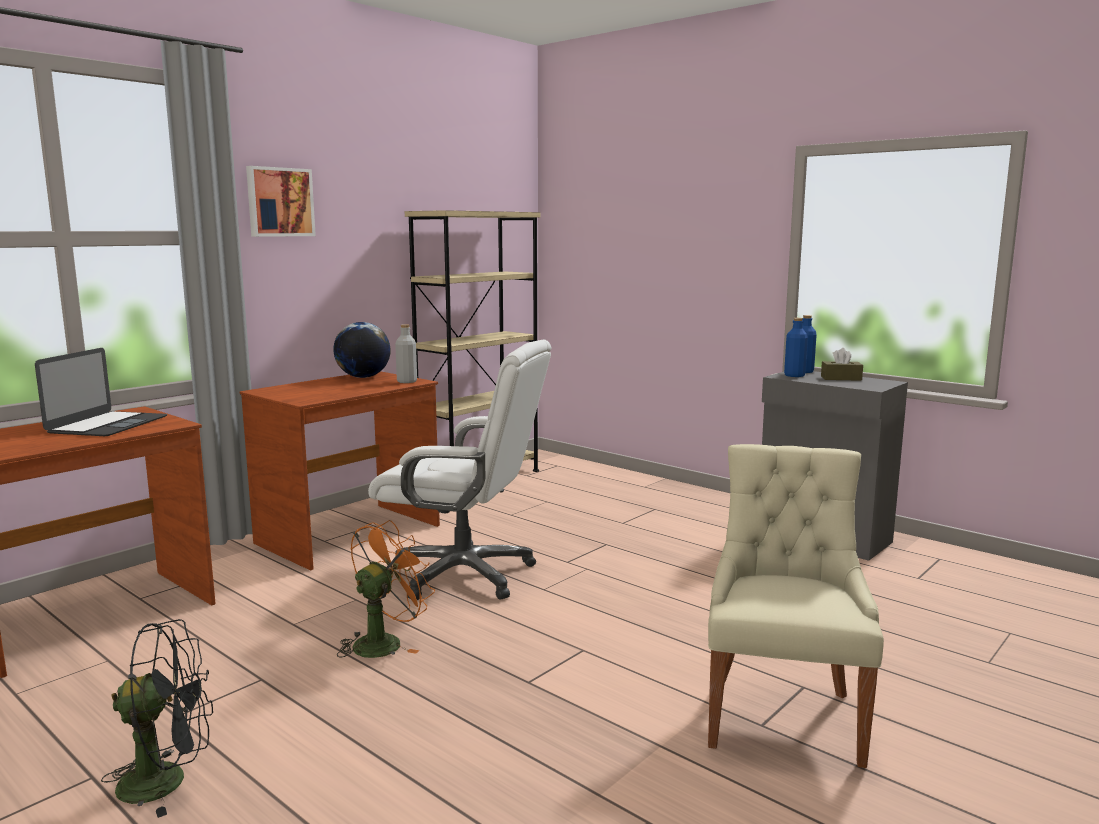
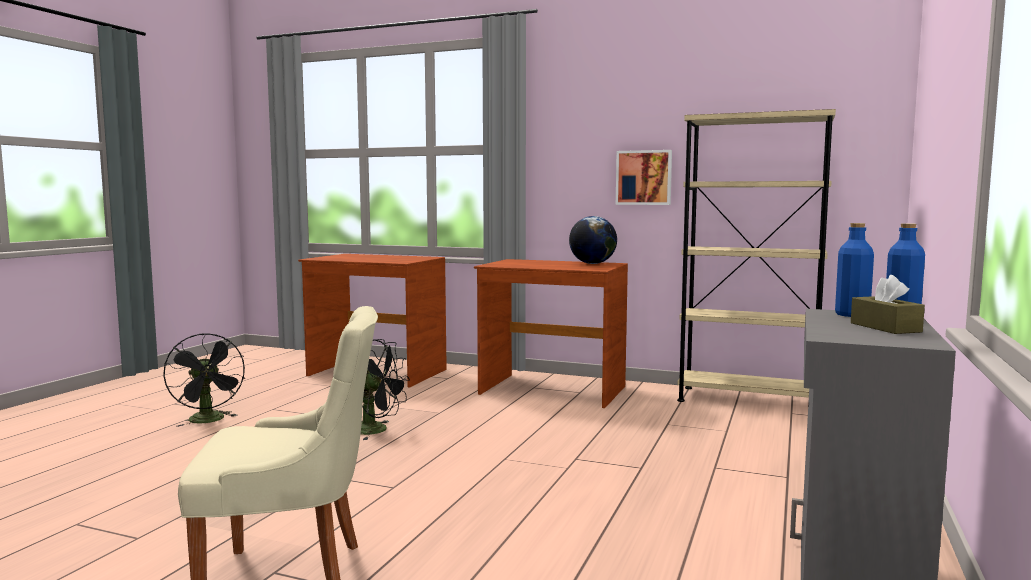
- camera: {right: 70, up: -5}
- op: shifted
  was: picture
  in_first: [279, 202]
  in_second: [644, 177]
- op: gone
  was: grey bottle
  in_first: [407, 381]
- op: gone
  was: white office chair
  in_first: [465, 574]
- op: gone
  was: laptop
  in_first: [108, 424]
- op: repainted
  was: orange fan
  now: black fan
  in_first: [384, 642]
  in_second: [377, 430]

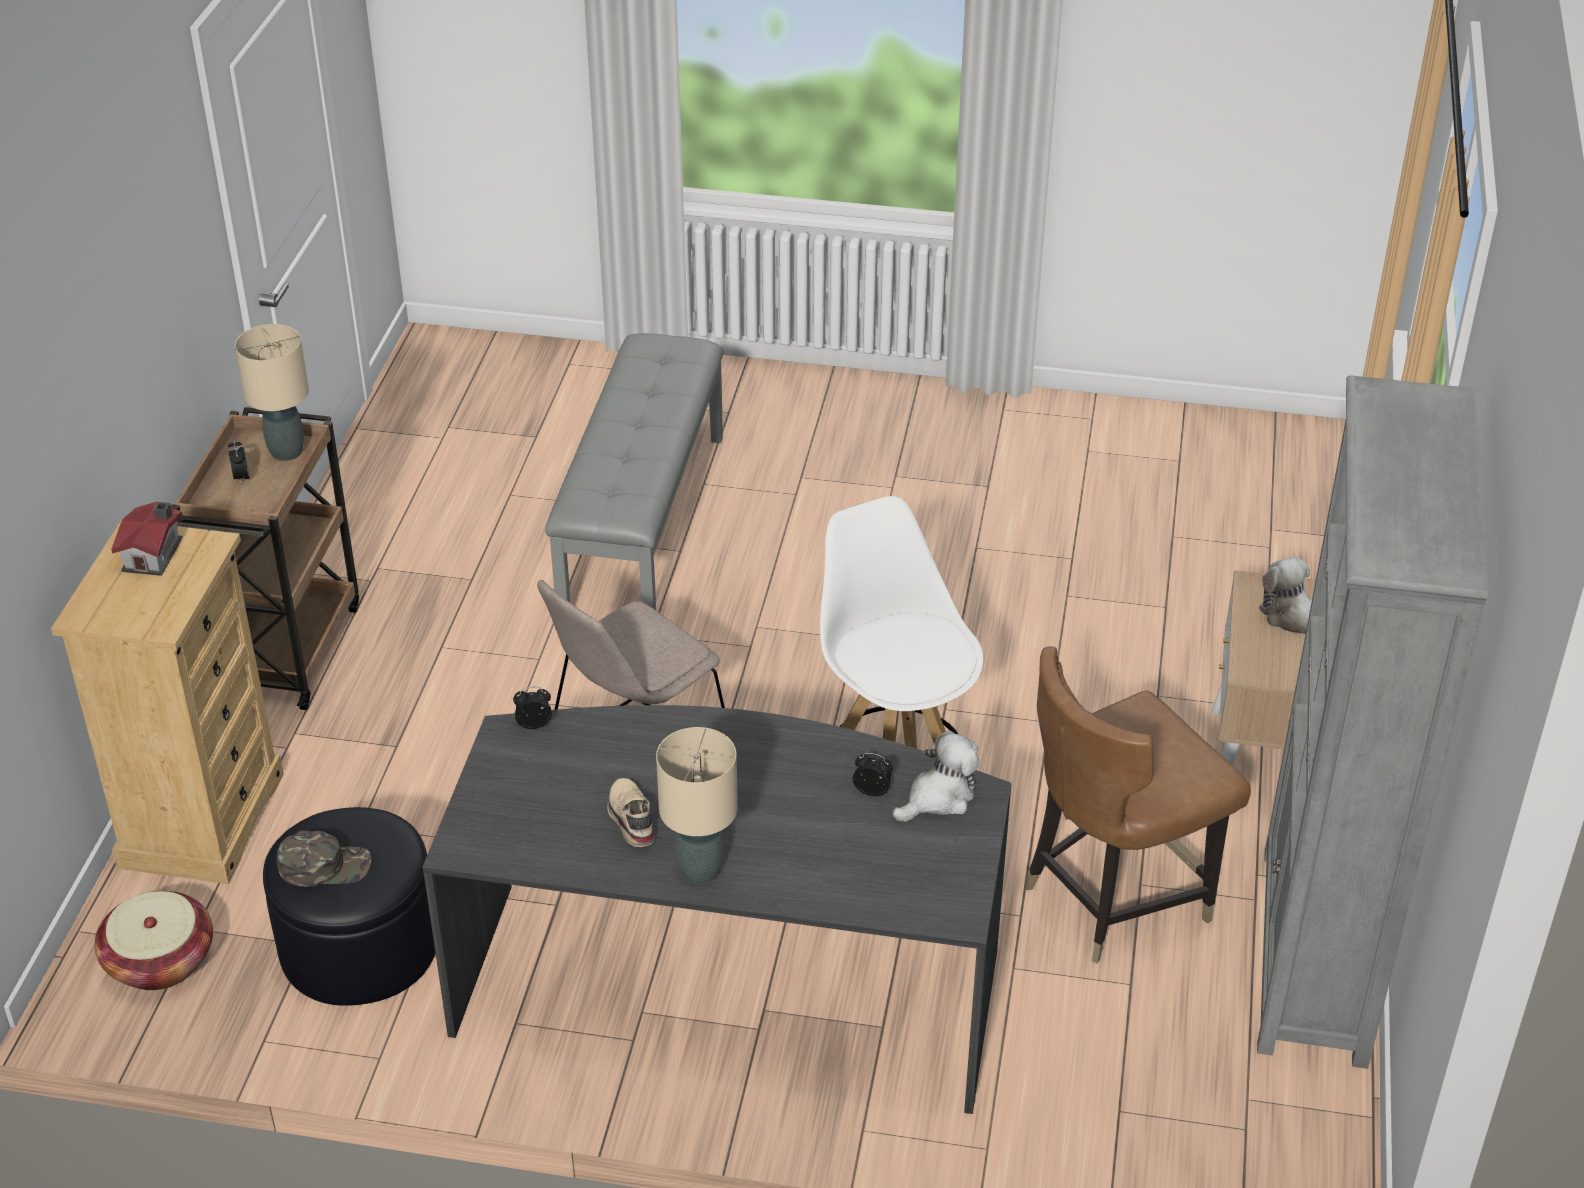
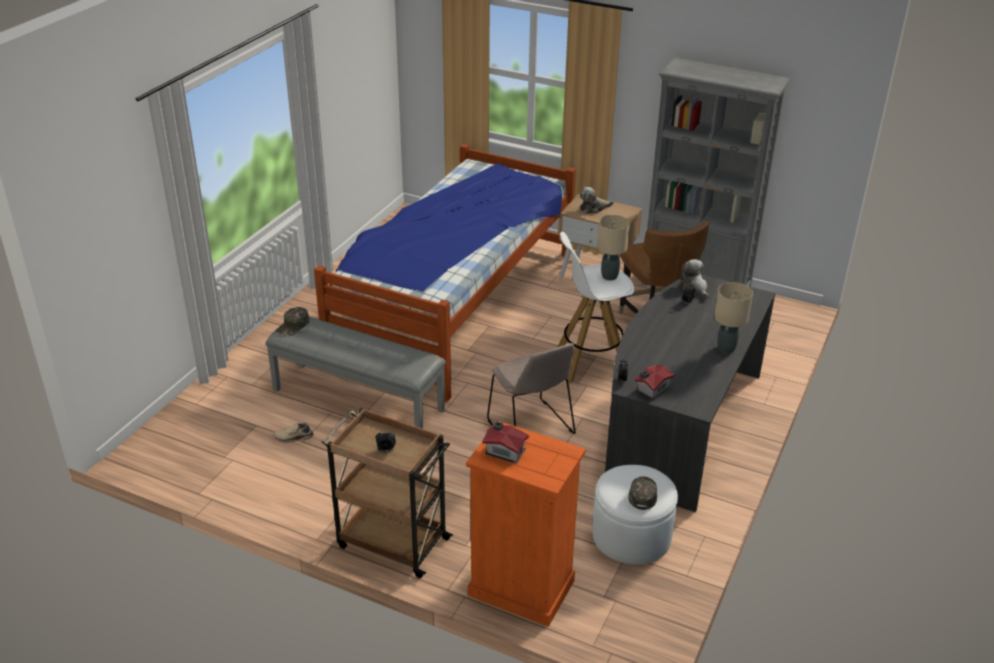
- camera: {right: -75, up: -5}
- op: shifted
  was: beige table lamp
  in_first: [286, 452]
  in_second: [609, 276]
- op: repainted
  was: beige dresser
  now: orange dresser
  in_first: [202, 819]
  in_second: [520, 588]
- op: shifted
  was: beige shoe
  in_first: [630, 819]
  in_second: [293, 438]
- op: repainted
  was: black ottoman
  now: white ottoman
  in_first: [359, 946]
  in_second: [631, 535]
- op: gone
  was: basket
  in_first: [160, 961]
- op: new
  now: bed
  in_second: [454, 304]
- op: new
  now: green cap
  in_second: [293, 326]
- op: new
  now: toy house
  in_second: [651, 389]

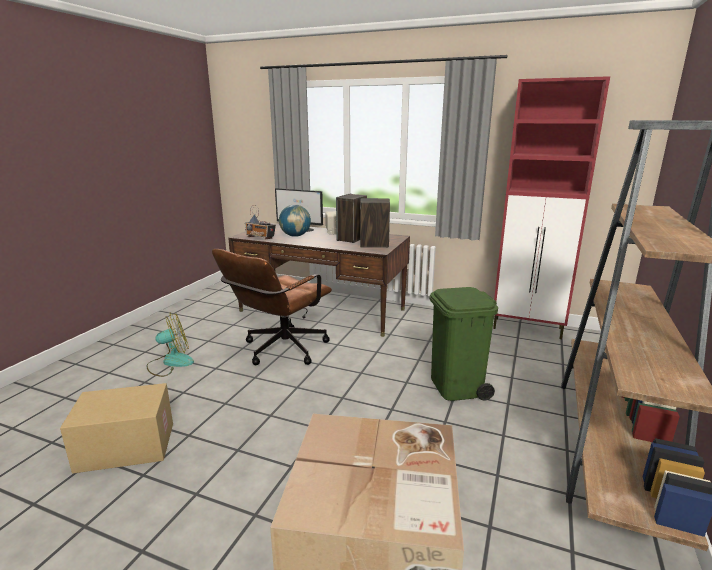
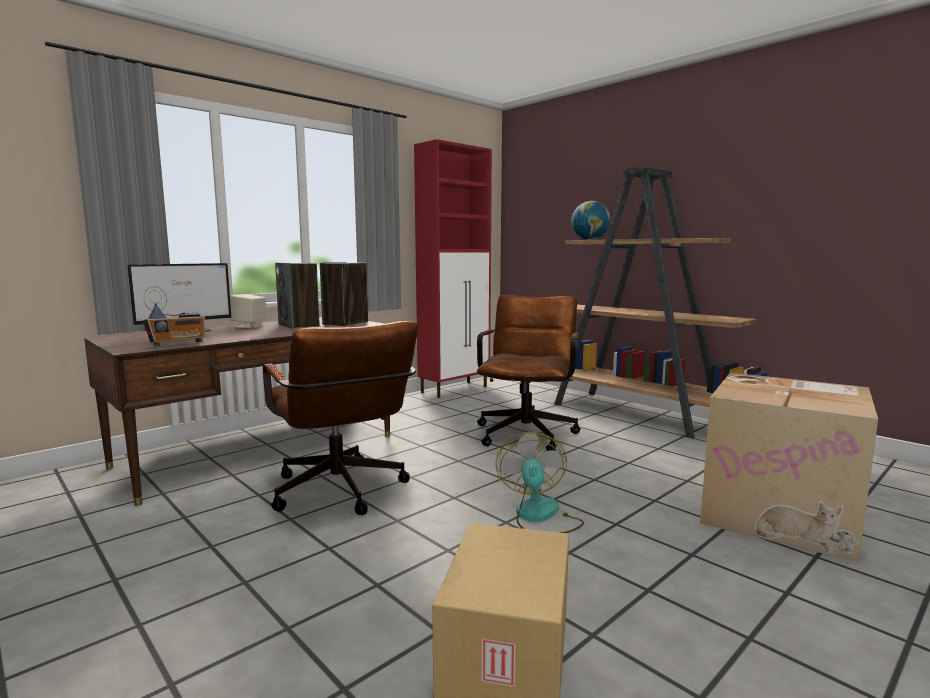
- camera: {right: -65, up: -10}
- op: shifted
  was: globe
  in_first: [295, 236]
  in_second: [589, 239]
- op: swapped
  was: green trash can
  now: brown office chair
  in_first: [457, 387]
  in_second: [527, 431]
- op: shifted
  was: fan
  in_first: [170, 363]
  in_second: [539, 517]

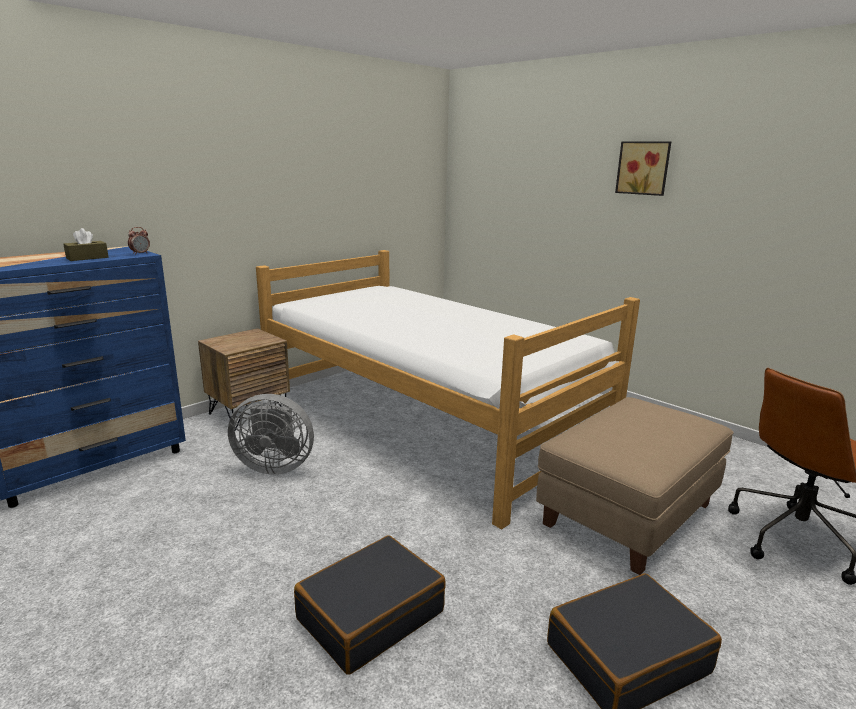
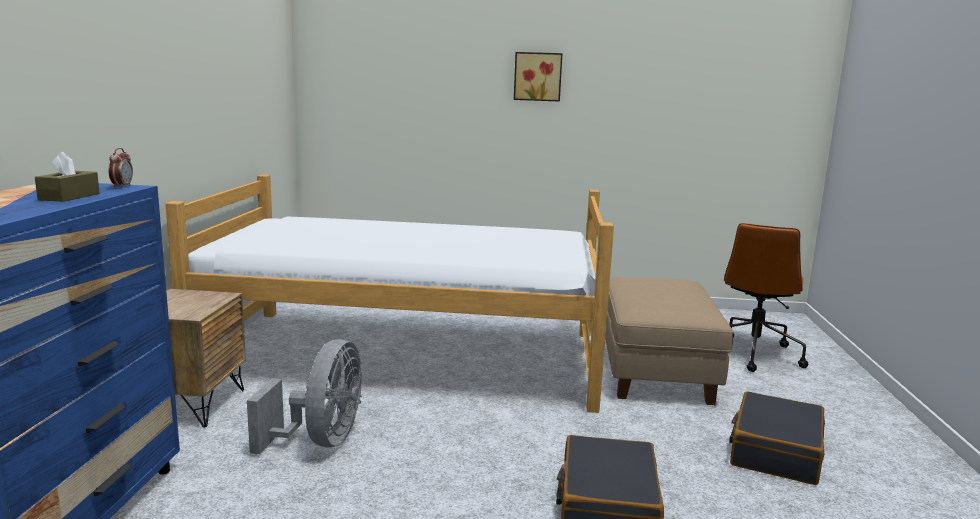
- camera: {right: -40, up: -5}
- op: rotated
  was: grey fan
  in_first: [274, 466]
  in_second: [321, 441]
  clockwise: -45

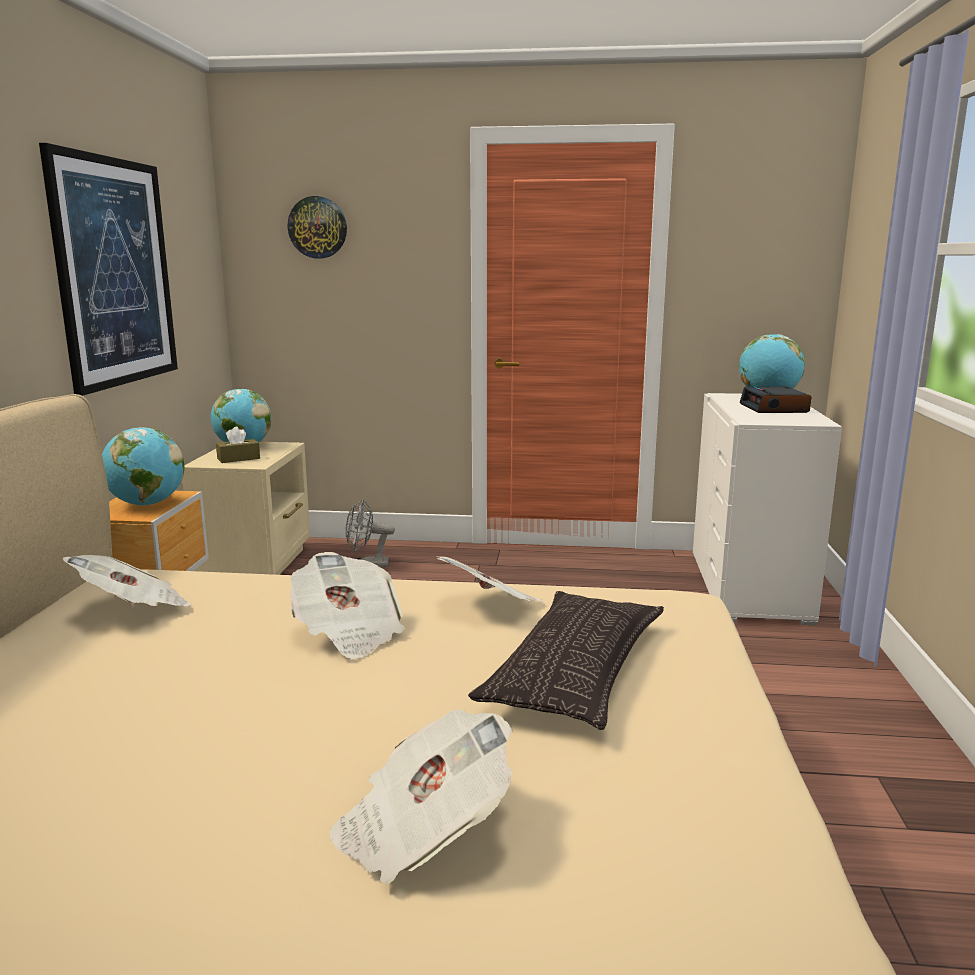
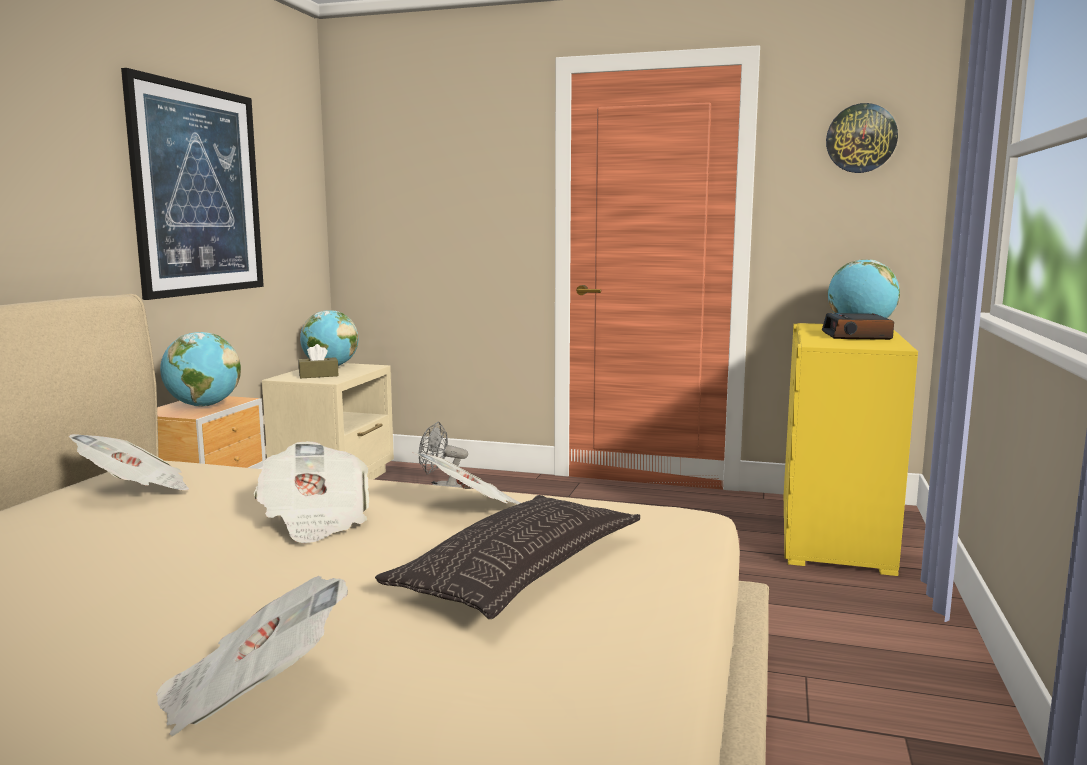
- camera: {right: 10, up: -5}
- op: shifted
  was: wall clock
  in_first: [317, 227]
  in_second: [861, 138]
- op: repainted
  was: white dresser
  now: yellow dresser
  in_first: [750, 587]
  in_second: [836, 533]

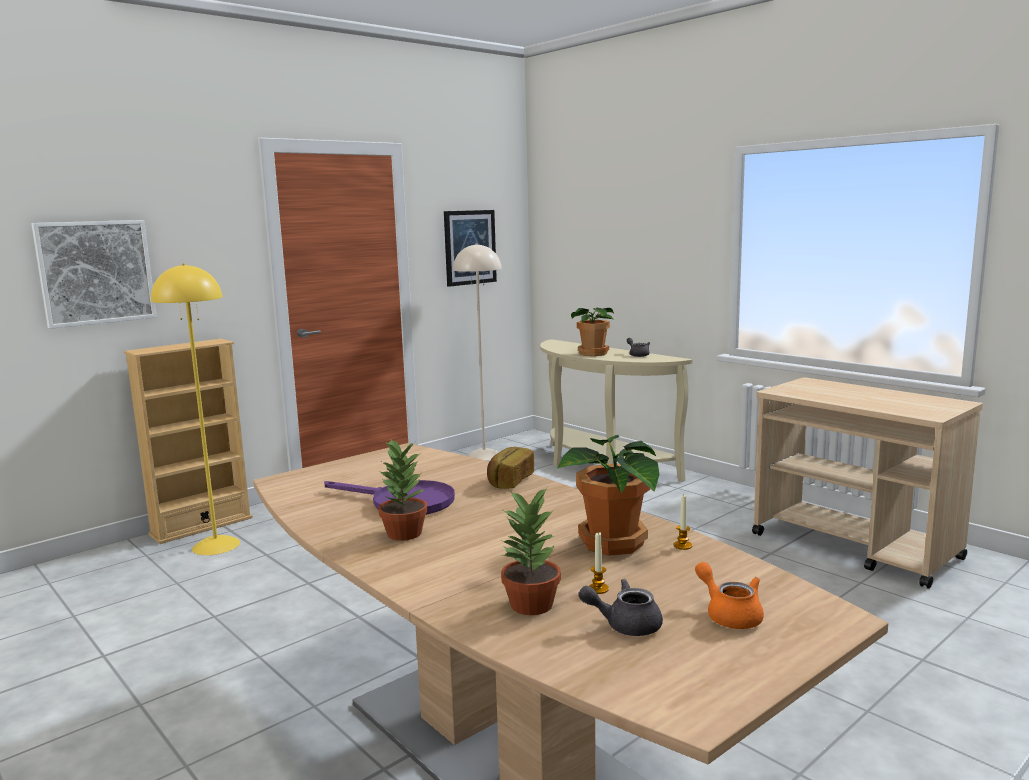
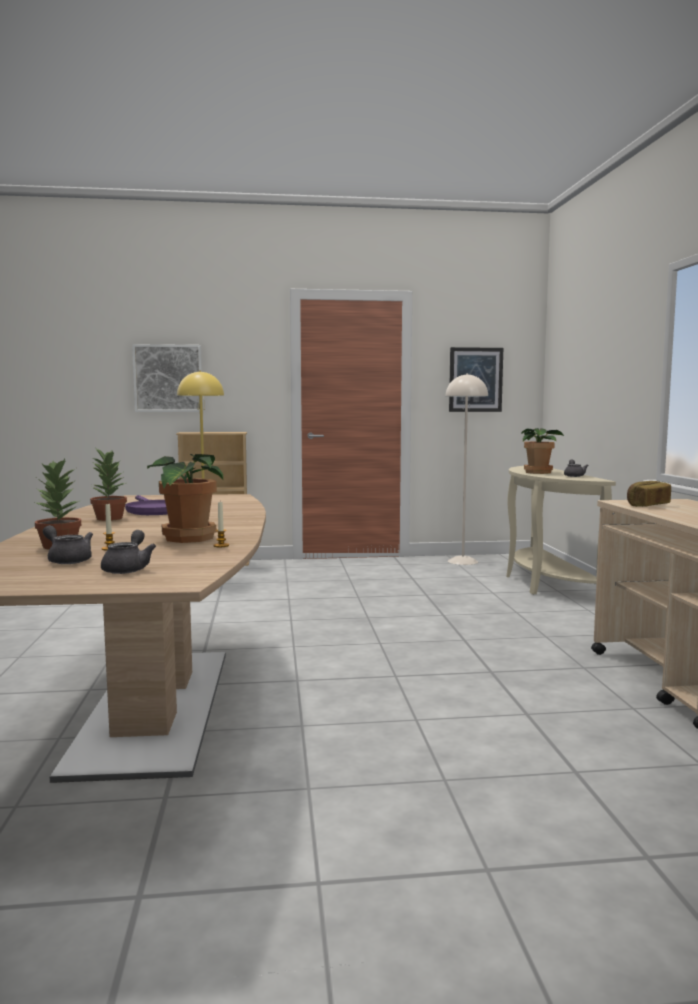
- camera: {right: 35, up: -5}
- op: shifted
  was: bread
  in_first: [509, 481]
  in_second: [647, 505]
- op: repainted
  was: orange teapot
  now: grey teapot
  in_first: [729, 615]
  in_second: [128, 569]

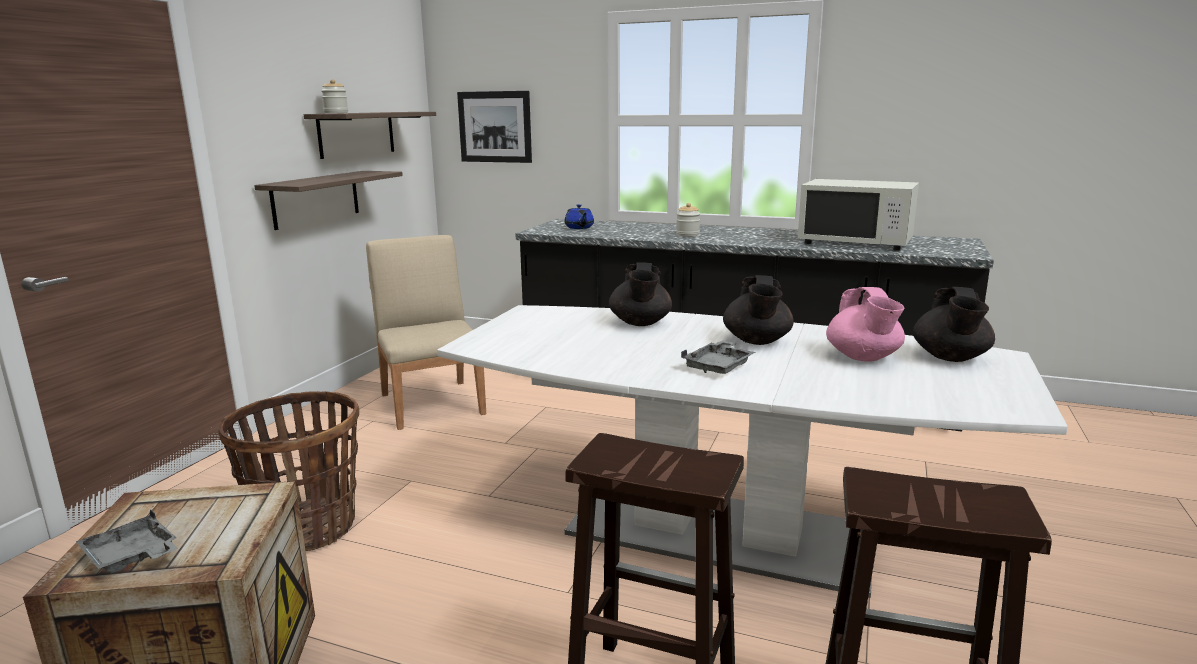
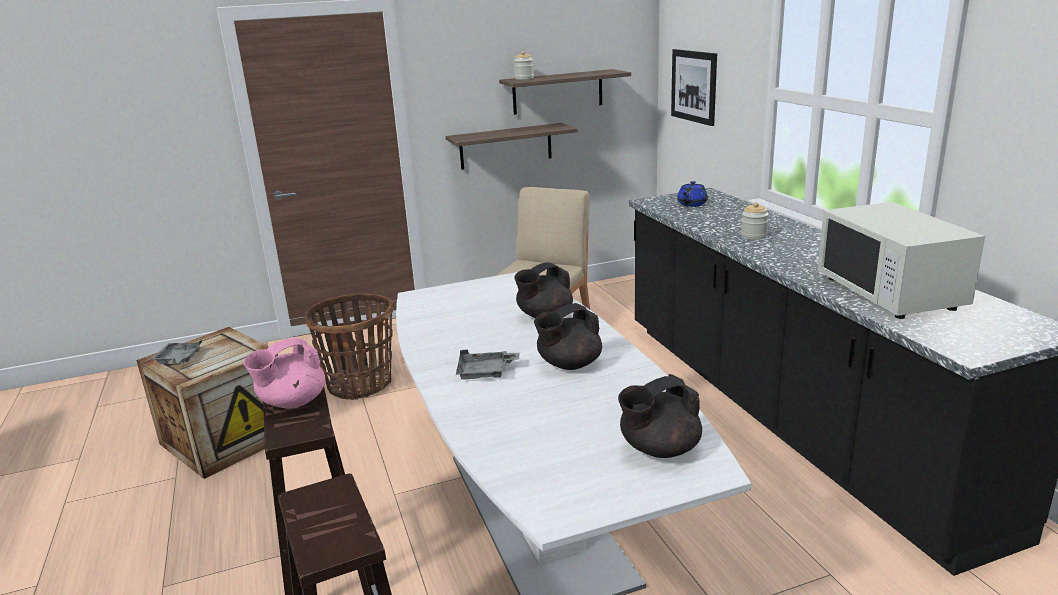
- camera: {right: 50, up: 5}
- op: shifted
  was: pink teapot
  in_first: [863, 358]
  in_second: [292, 402]

